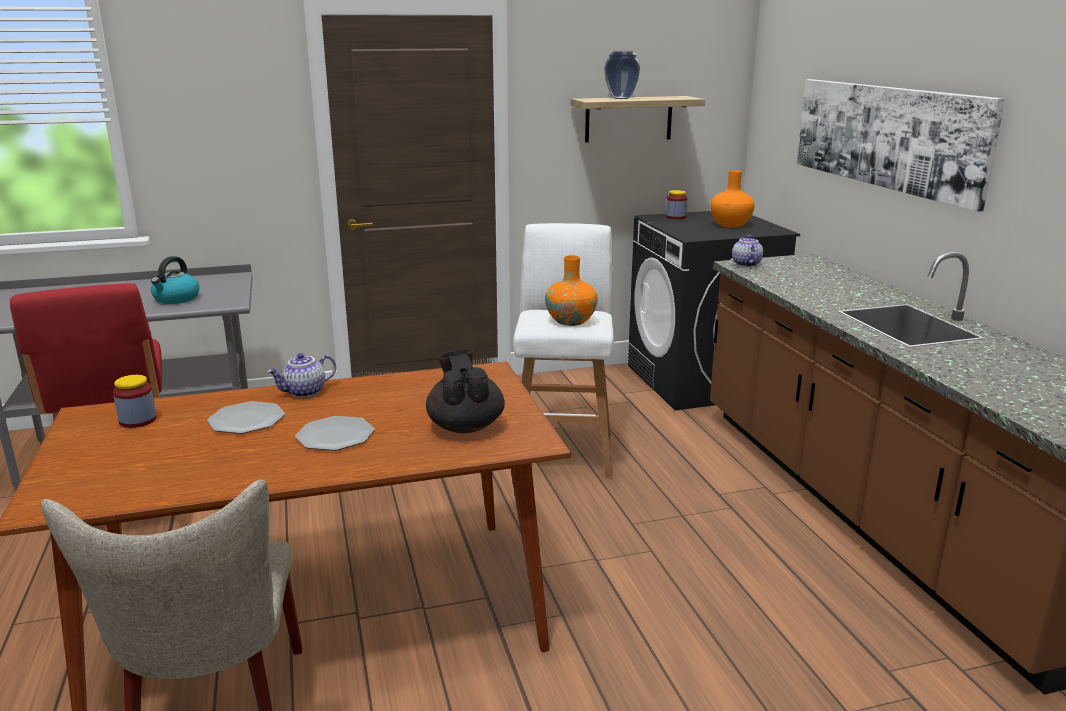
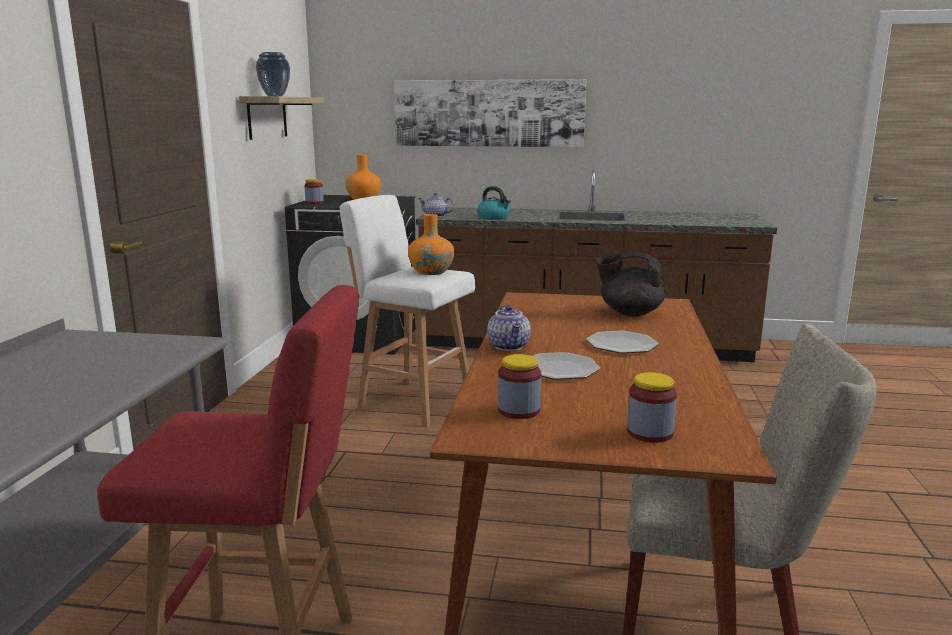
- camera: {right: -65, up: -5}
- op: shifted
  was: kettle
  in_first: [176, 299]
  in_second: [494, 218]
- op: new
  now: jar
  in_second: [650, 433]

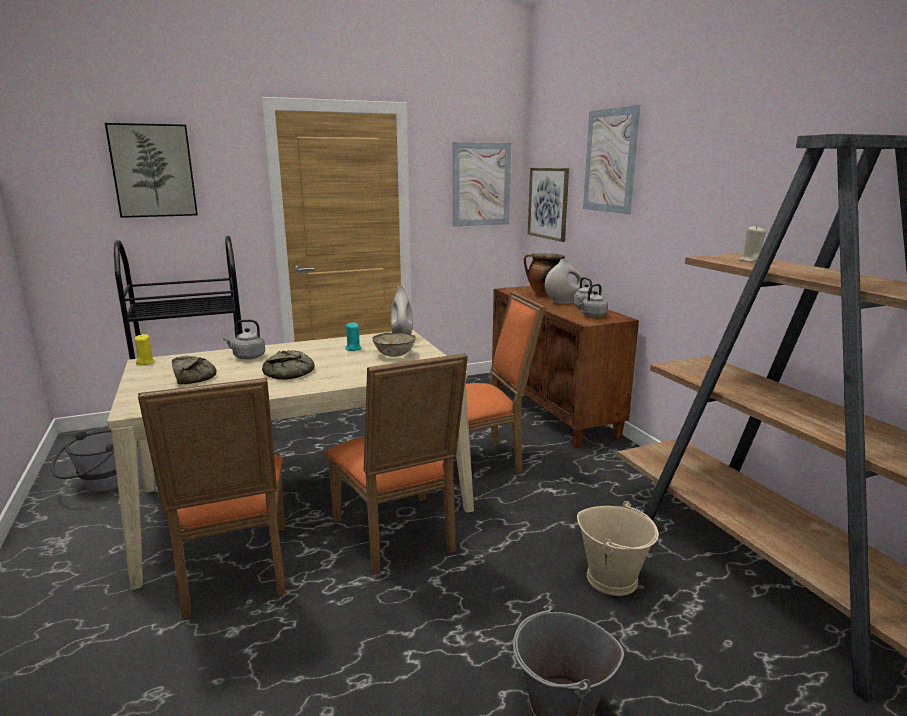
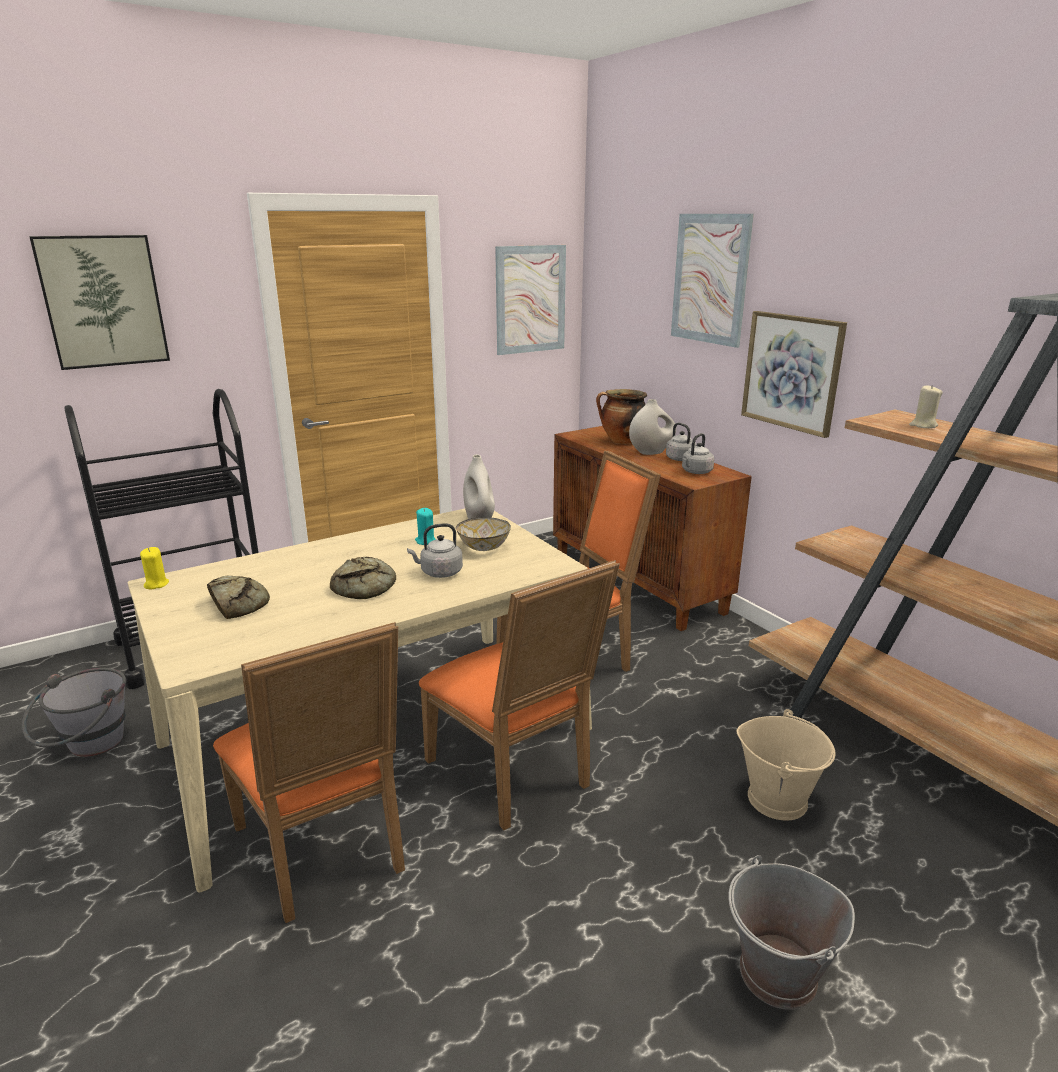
- camera: {right: -10, up: 5}
- op: shifted
  was: picture
  in_first: [548, 203]
  in_second: [792, 372]
- op: shifted
  was: grey kettle
  in_first: [247, 357]
  in_second: [439, 573]

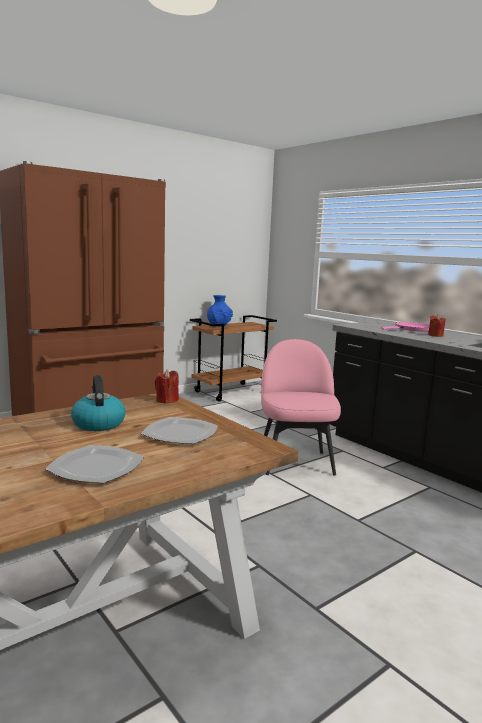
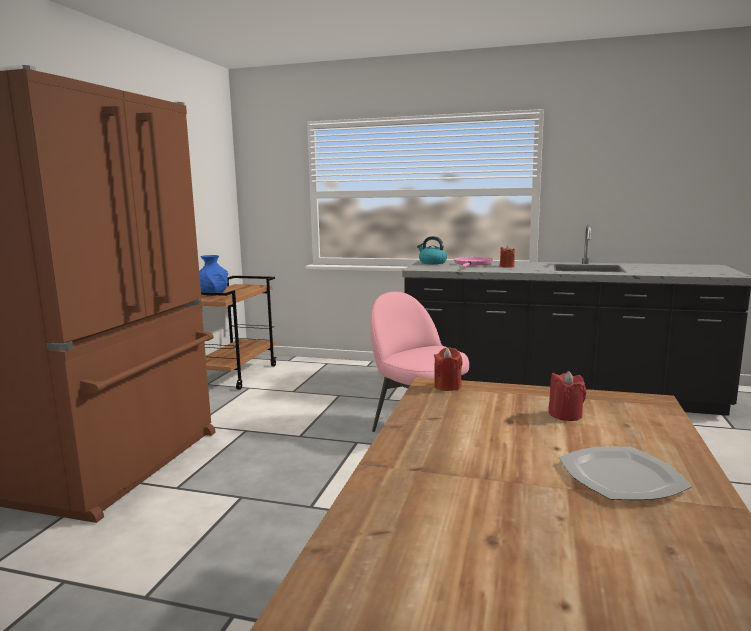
- camera: {right: -35, up: 0}
- op: shifted
  was: kettle
  in_first: [98, 423]
  in_second: [432, 263]
- op: swapped
  was: plate
  now: red candle
  in_first: [179, 434]
  in_second: [565, 415]

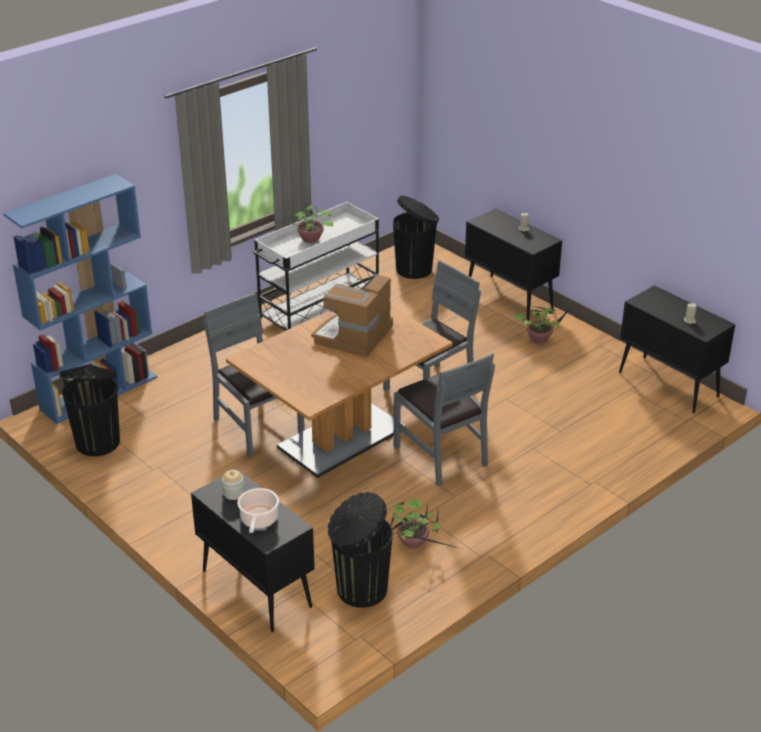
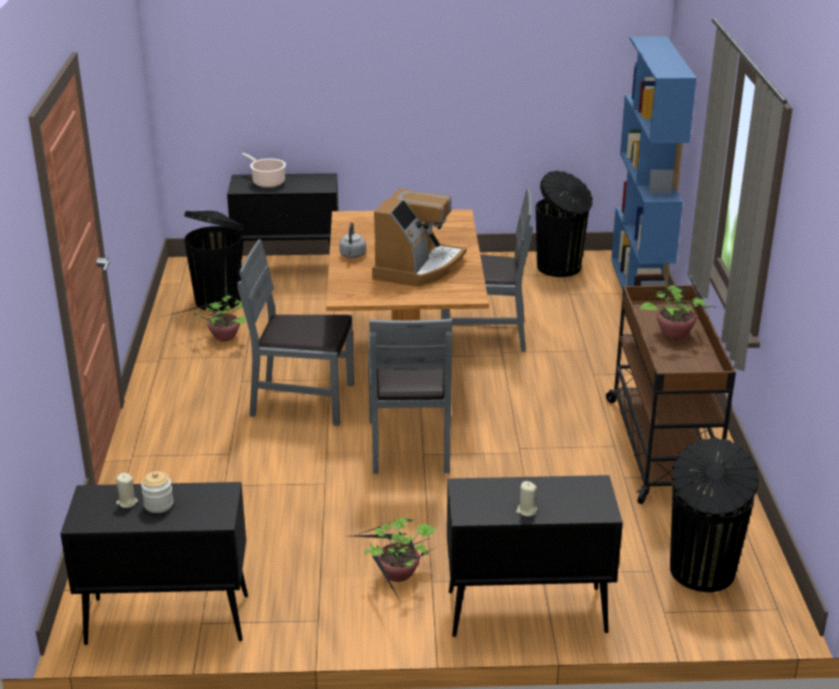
- camera: {right: 130, up: -5}
- op: repainted
  was: white cart
  now: brown cart
  in_first: [318, 313]
  in_second: [661, 447]
- op: rotated
  was: coffee machine
  in_first: [354, 335]
  in_second: [417, 267]
  clockwise: 45
- op: shifted
  was: jar
  in_first: [233, 493]
  in_second: [158, 505]
- op: new
  now: grey kettle
  in_second: [352, 255]

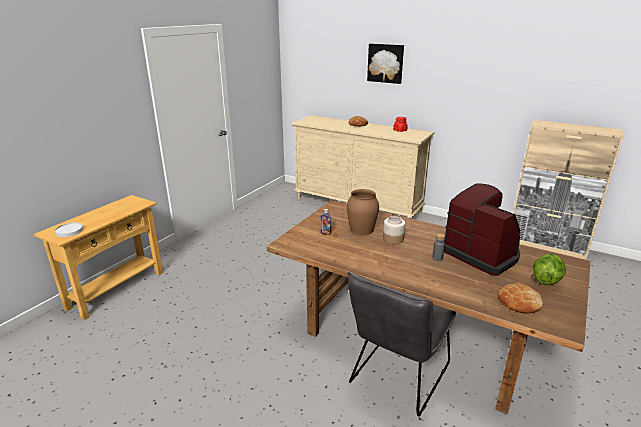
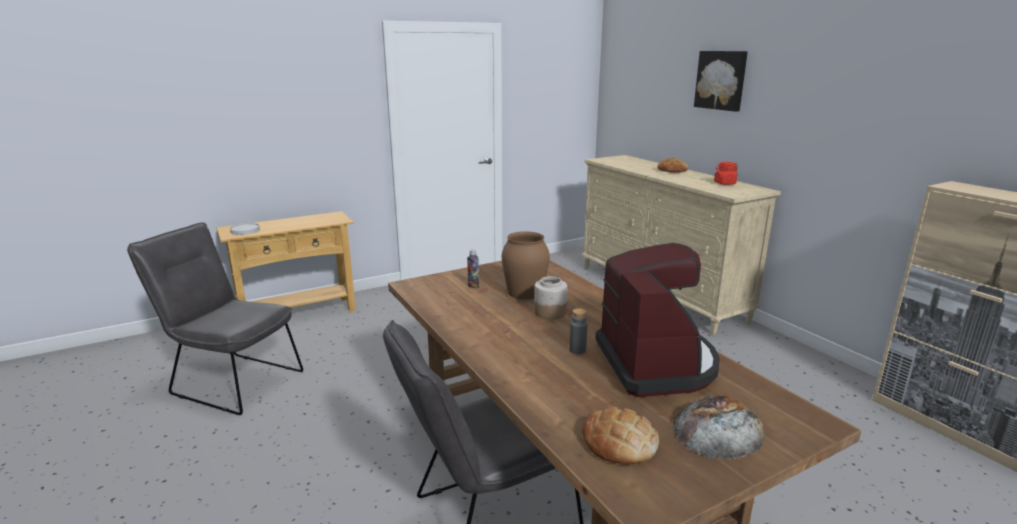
- camera: {right: 30, up: -5}
- op: swapped
  was: lettuce
  now: bread
  in_first: [545, 280]
  in_second: [718, 429]
- op: new
  now: grey chair
  in_second: [232, 381]

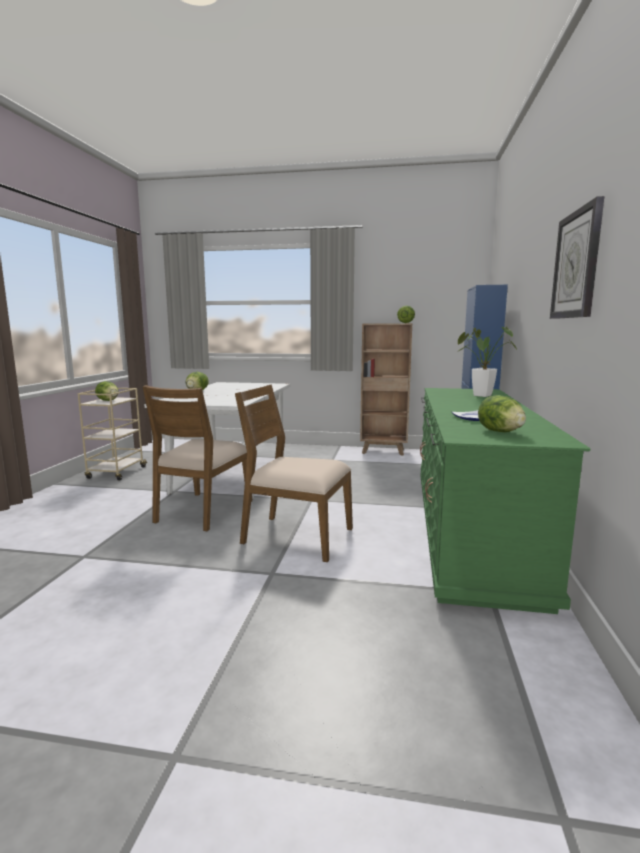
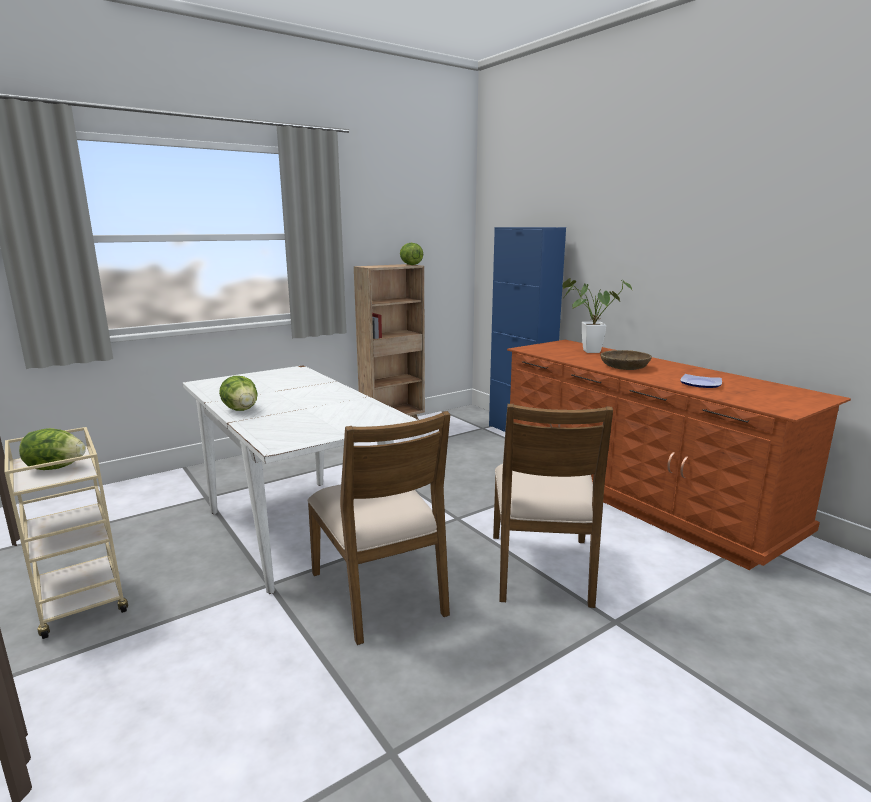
- camera: {right: -45, up: 5}
- op: gone
  was: wall clock
  in_first: [577, 265]
- op: rotated
  was: brown chair
  in_first: [296, 536]
  in_second: [542, 569]
  clockwise: -60
- op: repainted
  was: green dresser
  now: brown dresser
  in_first: [470, 532]
  in_second: [635, 493]
- op: gone
  was: lettuce
  in_first: [500, 432]
- op: new
  now: brown bowl
  in_second: [624, 366]

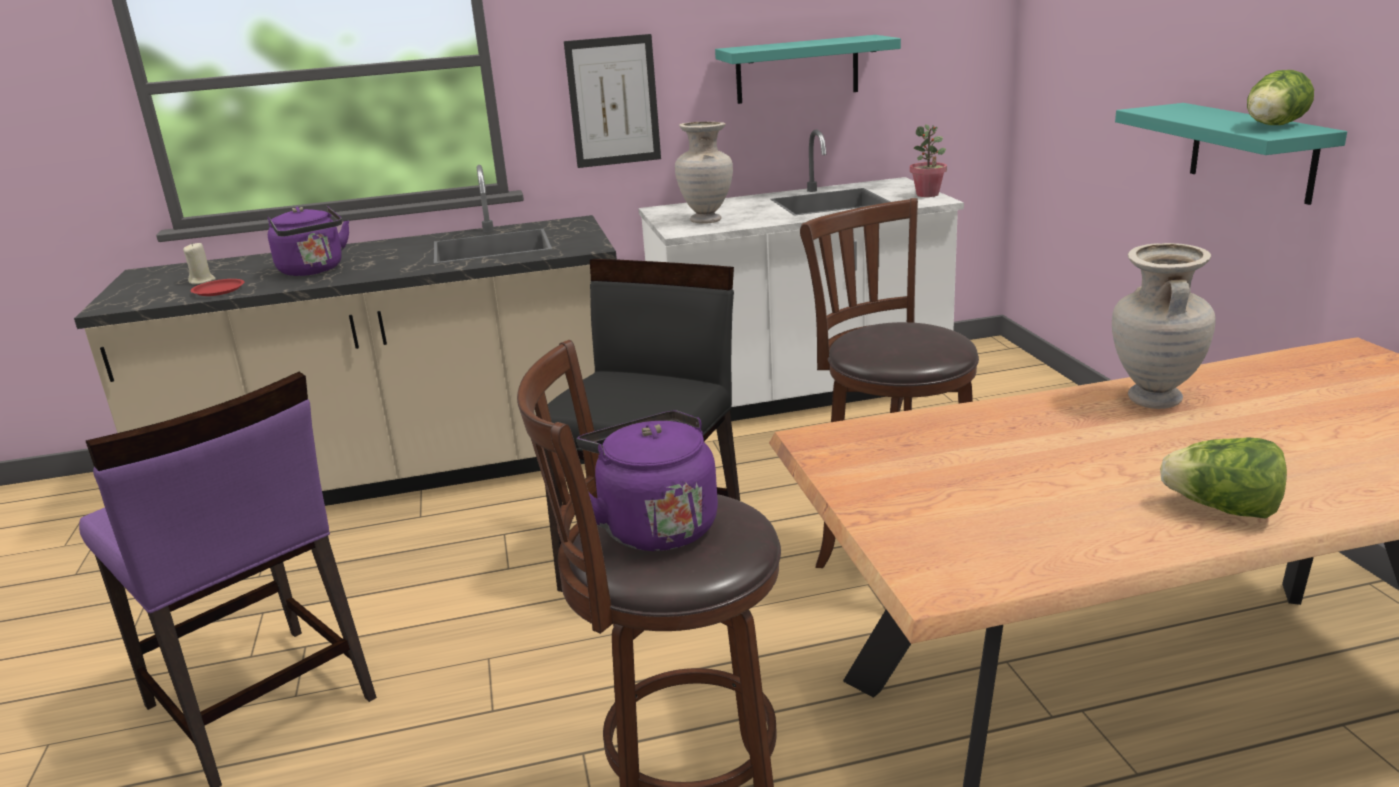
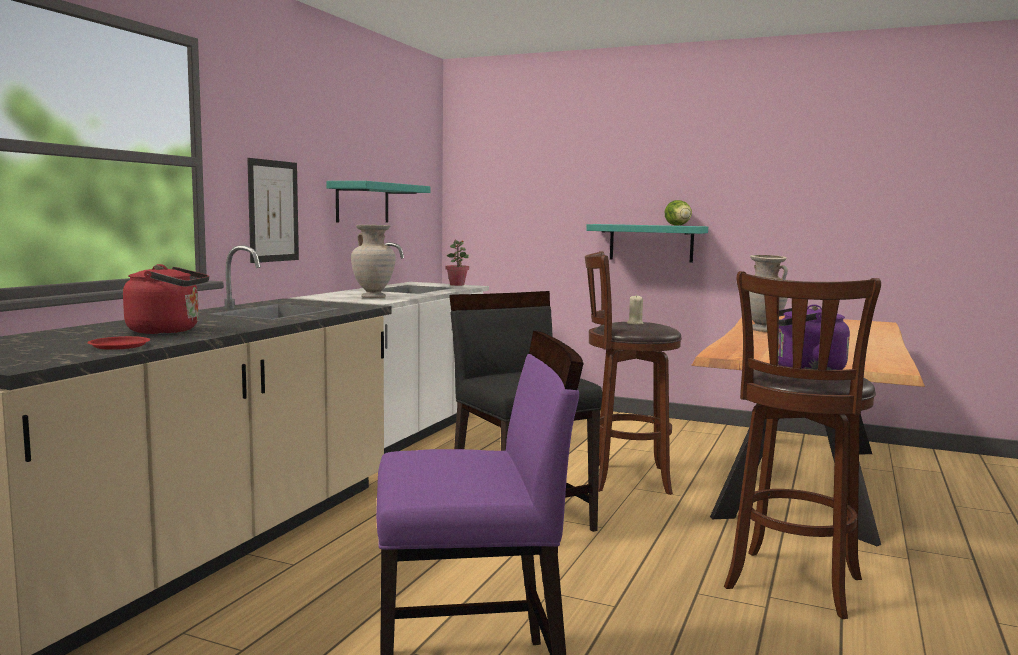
- camera: {right: -55, up: -15}
- op: repainted
  was: purple kettle
  now: red kettle
  in_first: [313, 270]
  in_second: [168, 331]
- op: shifted
  was: beige candle
  in_first: [202, 281]
  in_second: [634, 323]
- op: gone
  was: lettuce
  in_first: [1222, 509]

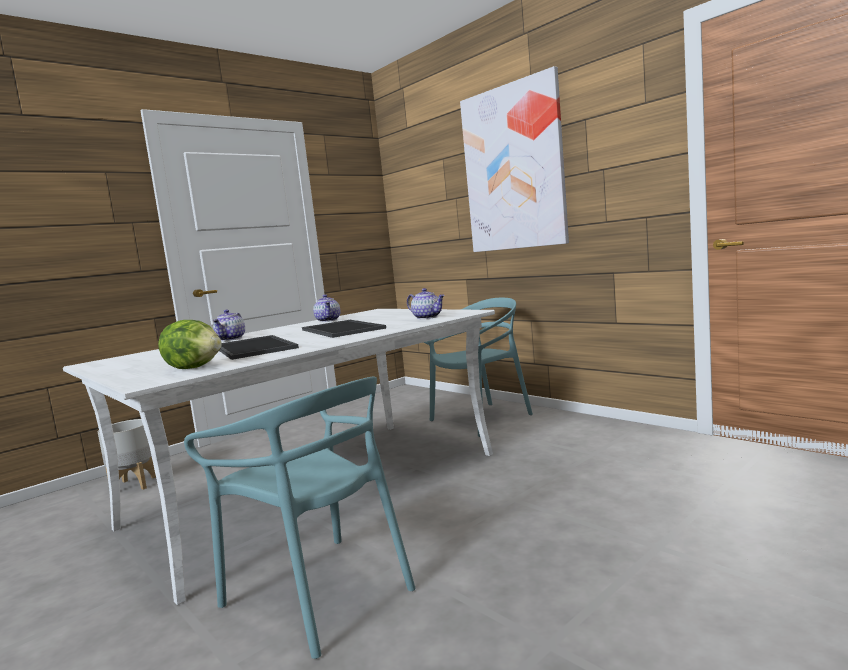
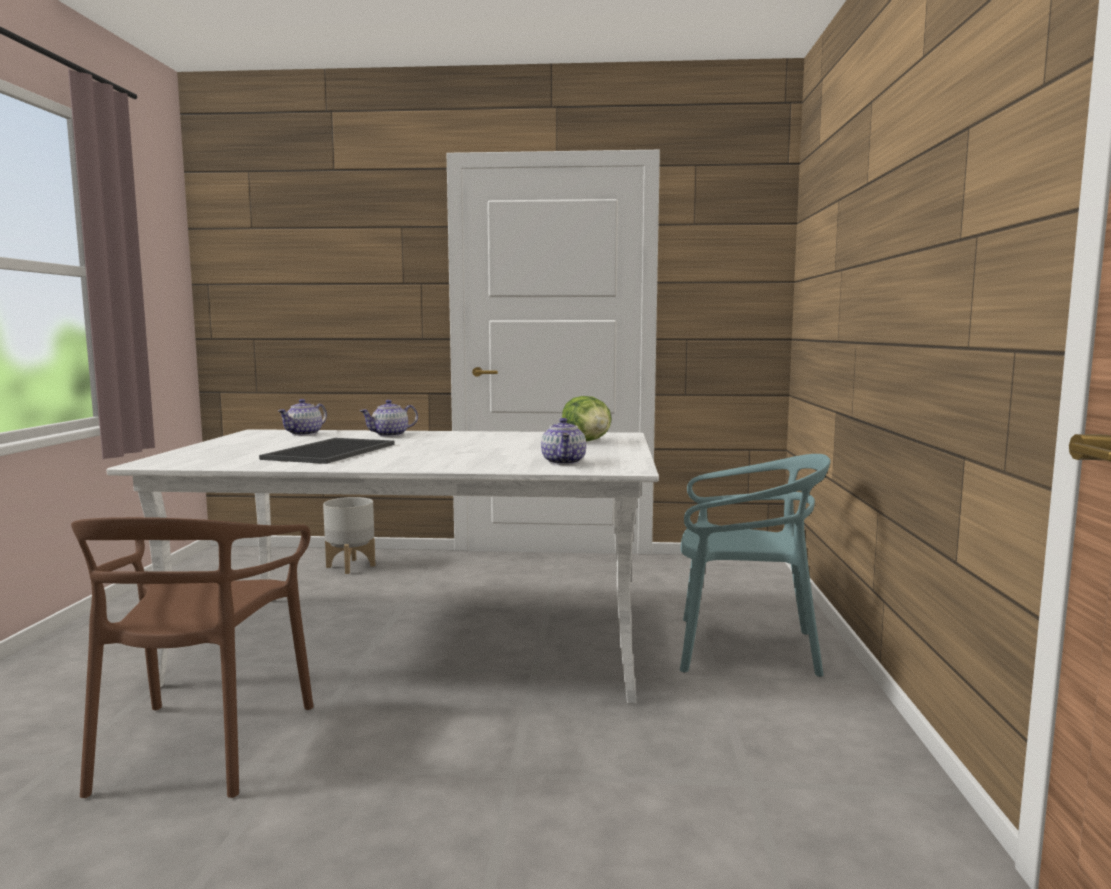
- camera: {right: 45, up: 0}
- op: gone
  was: picture
  in_first: [514, 168]
- op: shifted
  was: teapot
  in_first: [329, 320]
  in_second: [304, 434]
- op: shifted
  was: lettuce
  in_first: [195, 367]
  in_second: [587, 441]
- op: gone
  was: tray
  in_first: [340, 329]
- op: repainted
  was: turquoise chair
  now: brown chair
  in_first: [320, 593]
  in_second: [201, 745]

